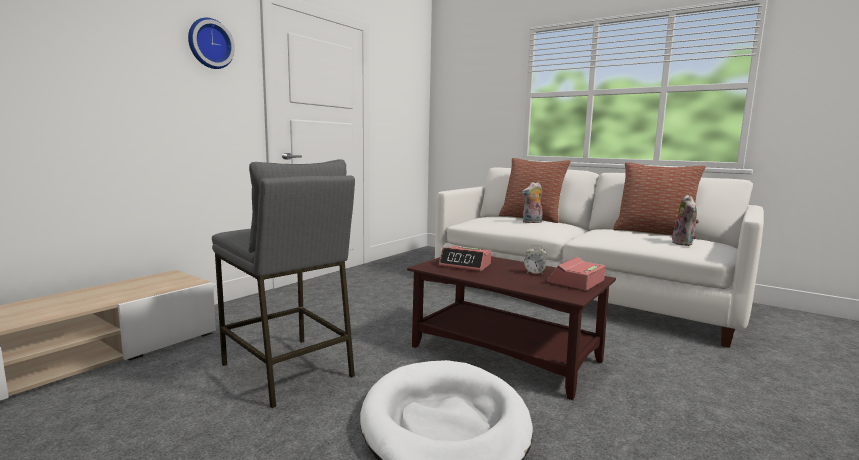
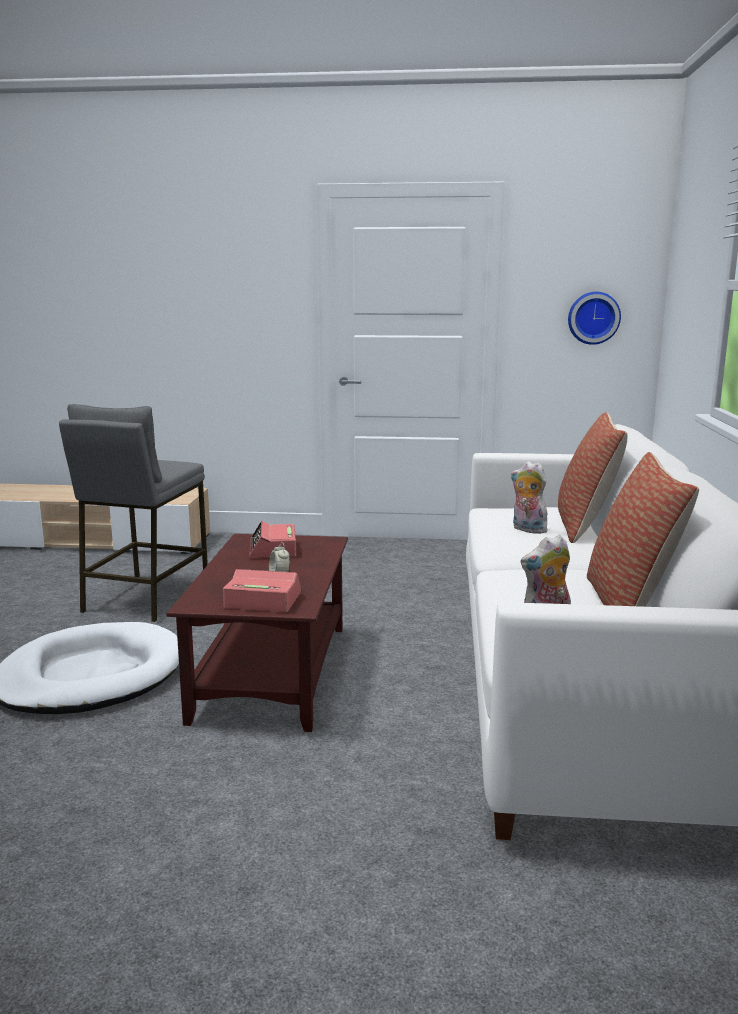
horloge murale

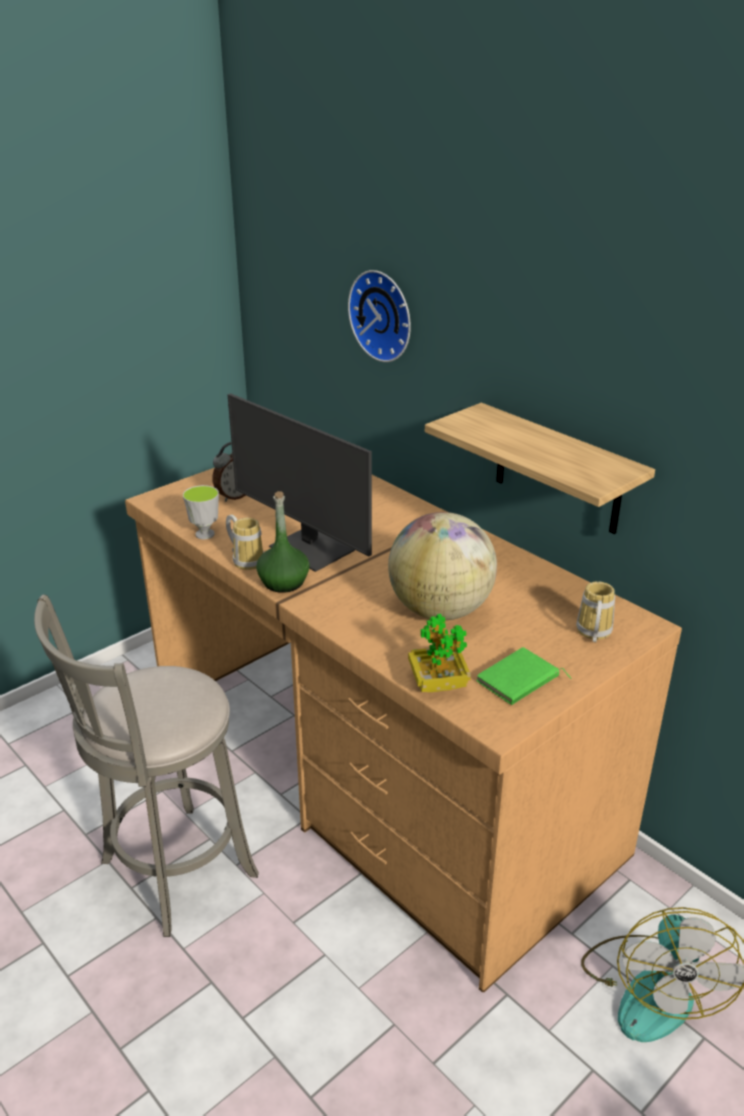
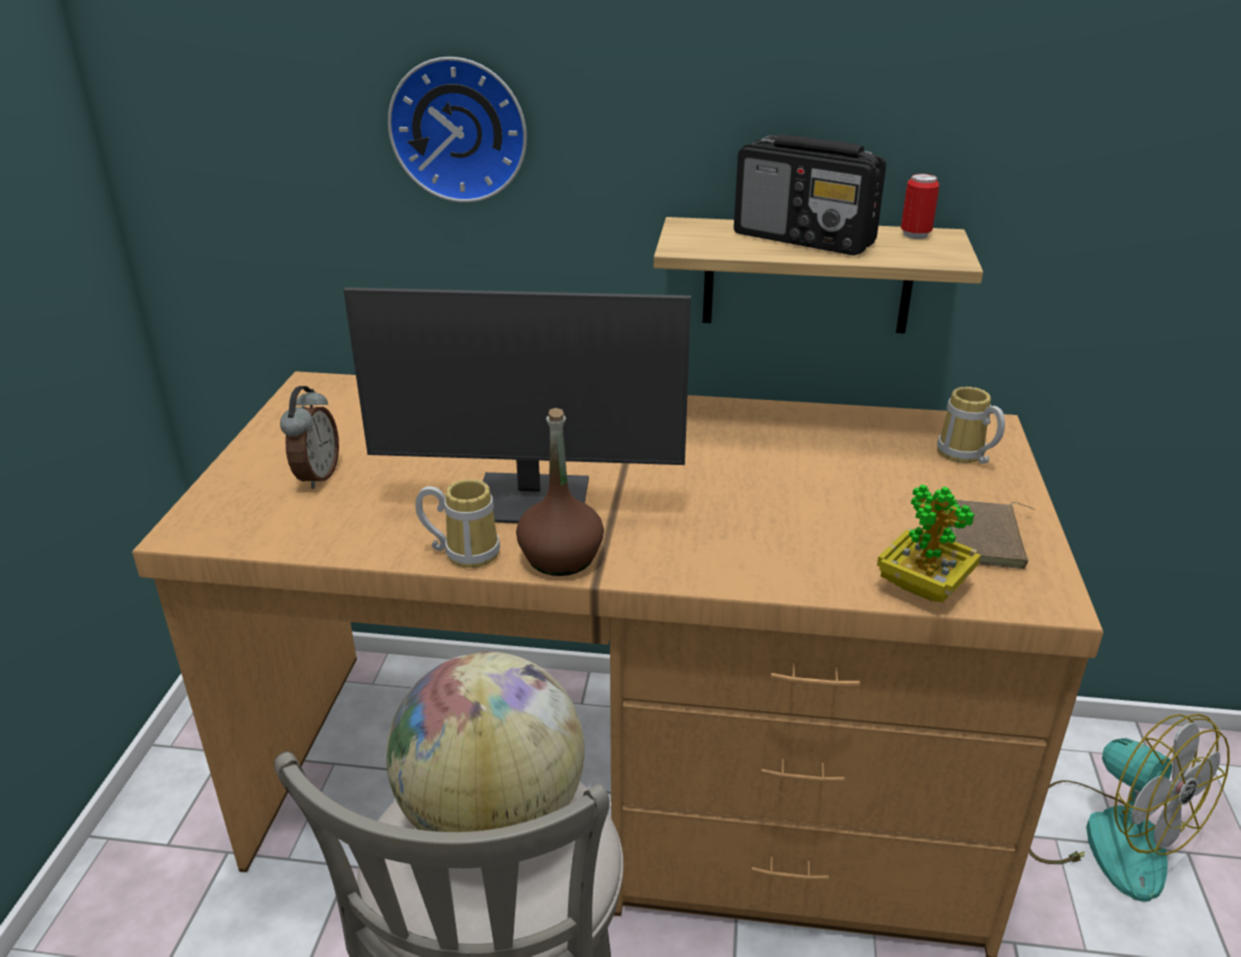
tasse
radio
boîte métallique
globe
bouteille [marron]
livre [marron]

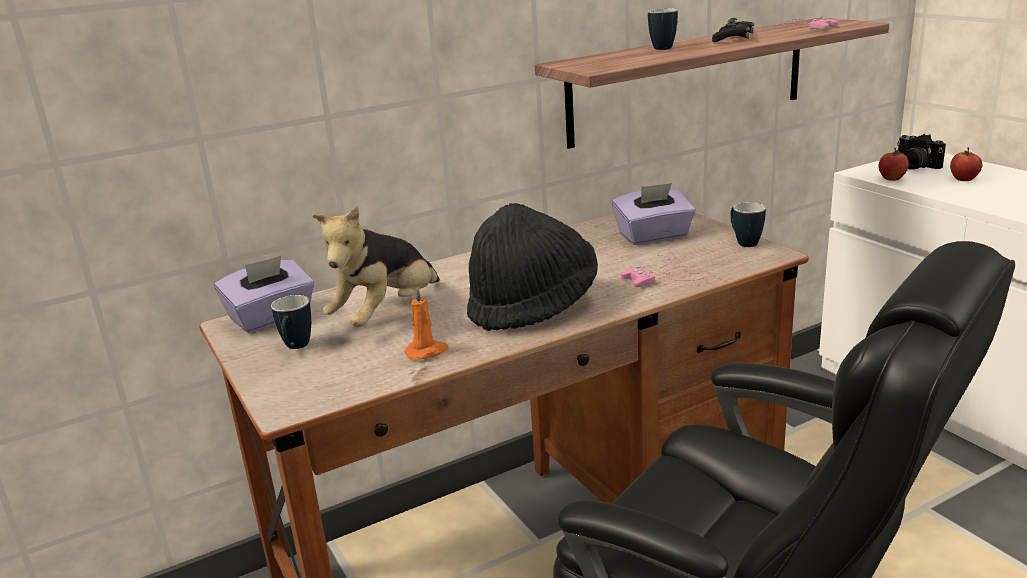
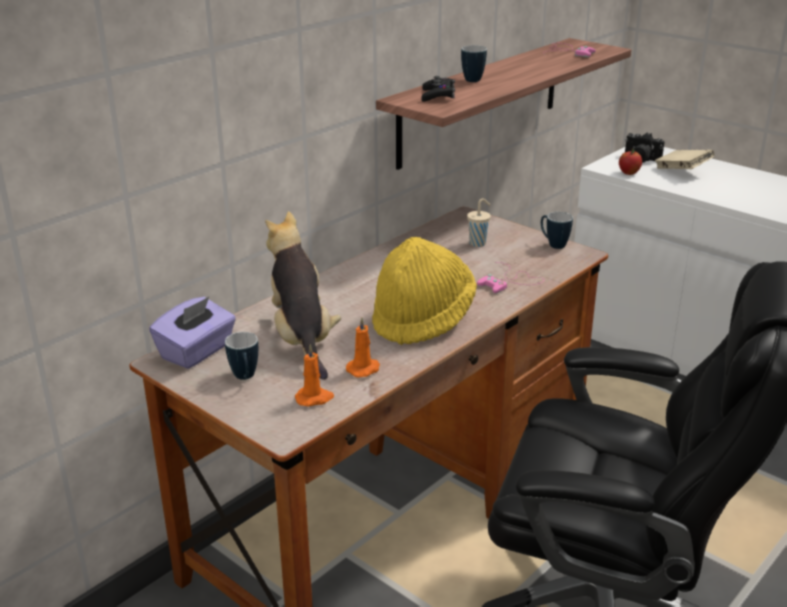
bougie [orange] (no. 1 from left)
manette [noir]
tasse [beige]
livre [beige]
chapeau [jaune]
peluche

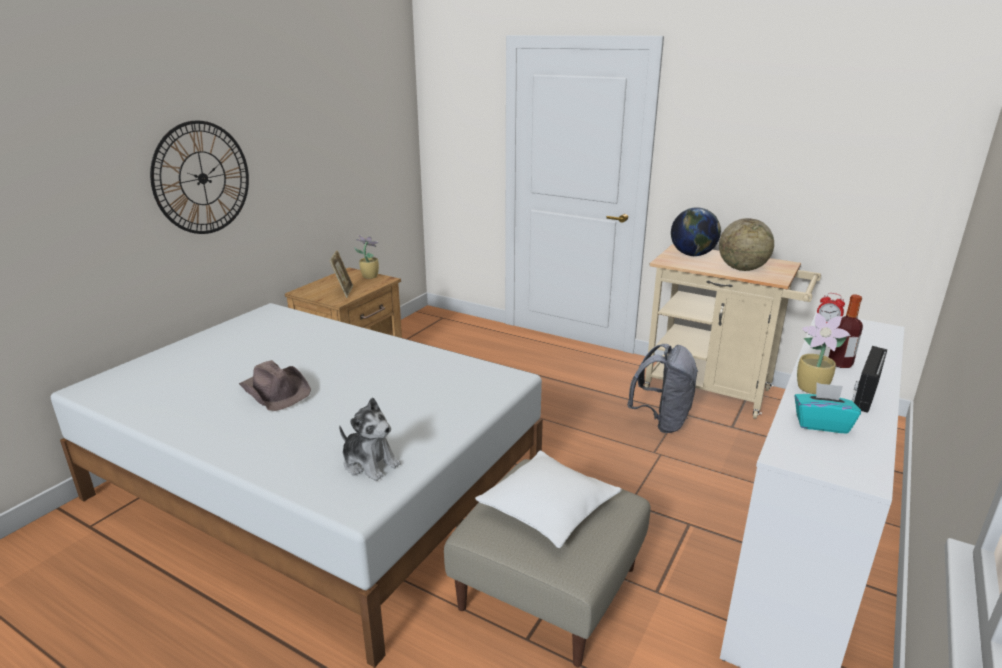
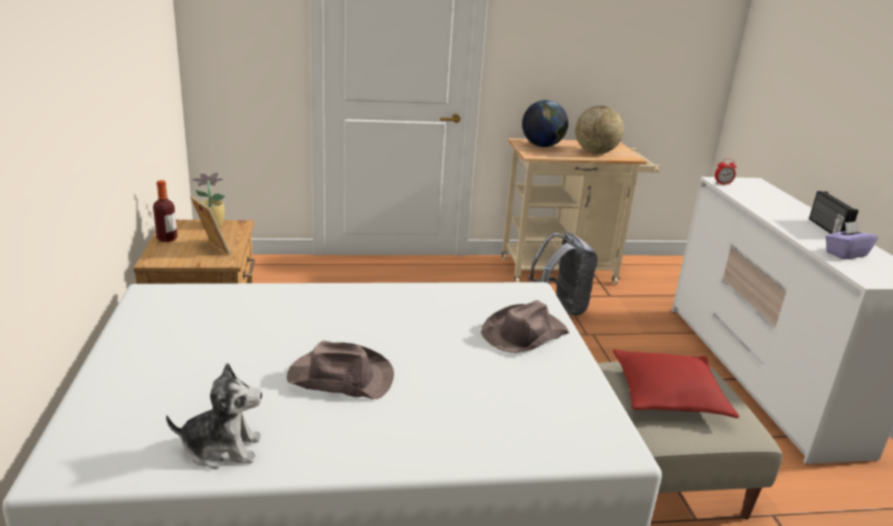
horloge murale
plante en pot (no. 2 from left in the first image)
chapeau [marron] (no. 2 from left)
peluche
bouteille
coussin [rouge]
boîte à mouchoirs [violet]

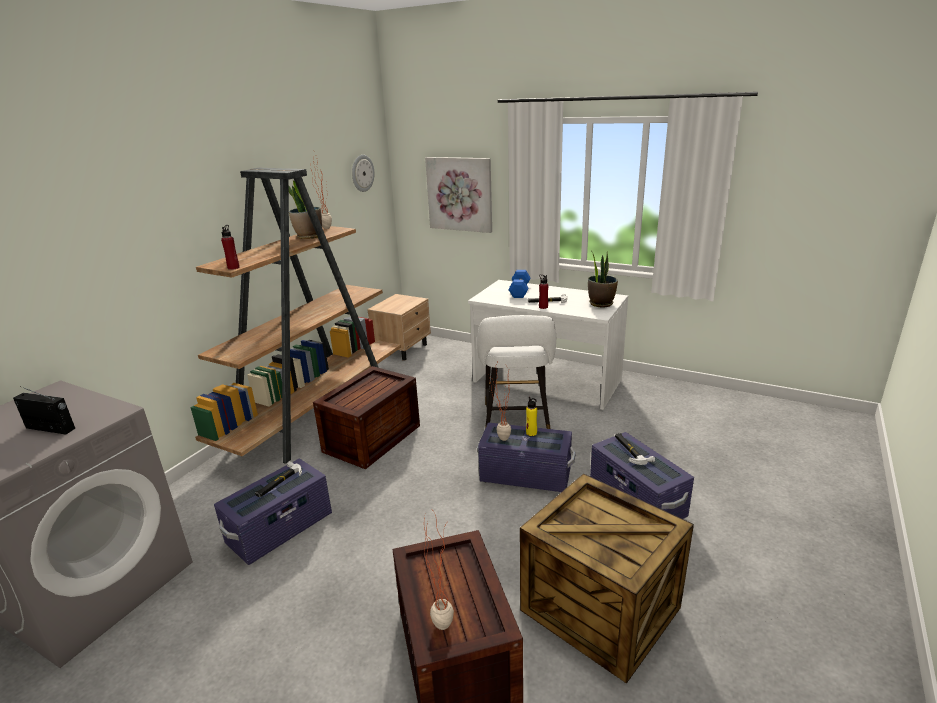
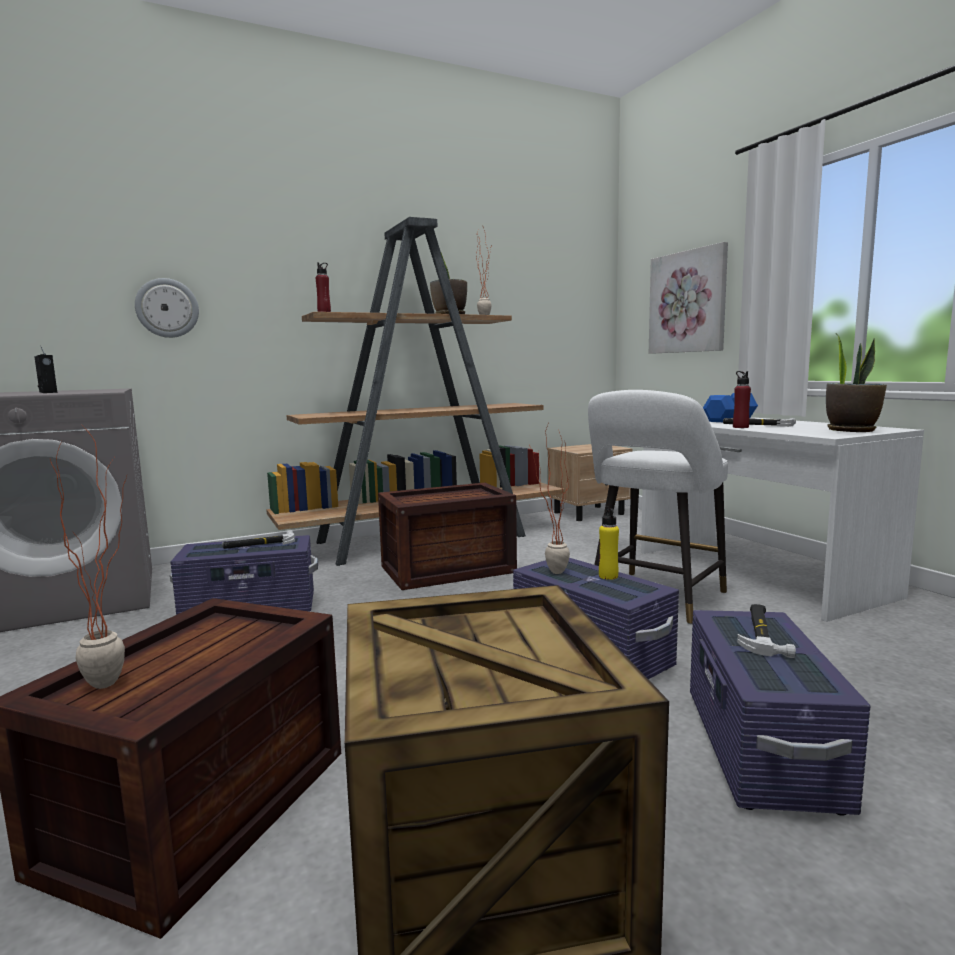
horloge murale

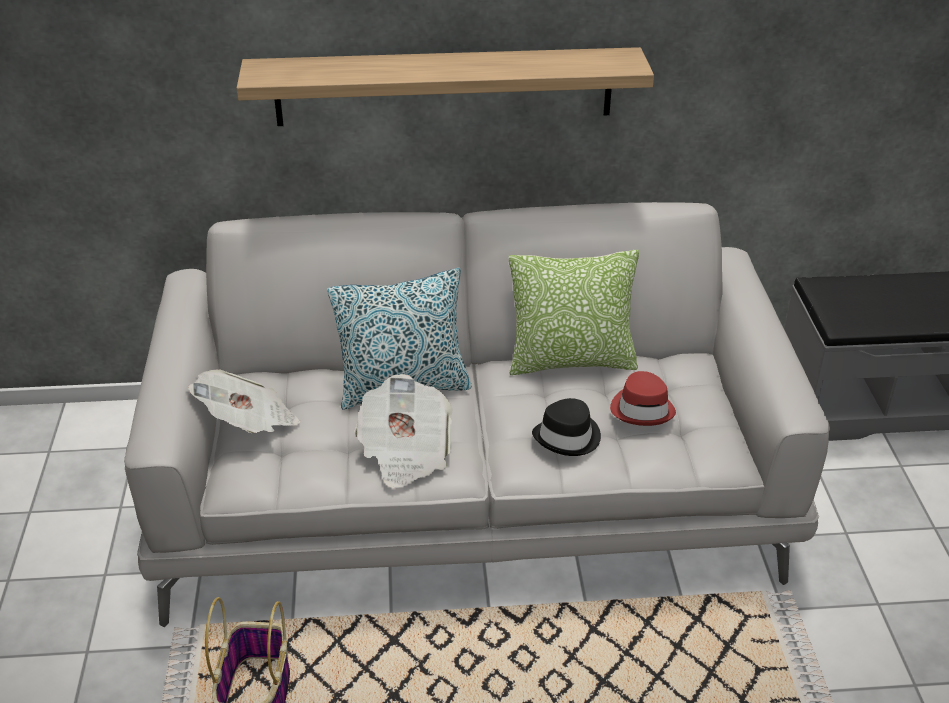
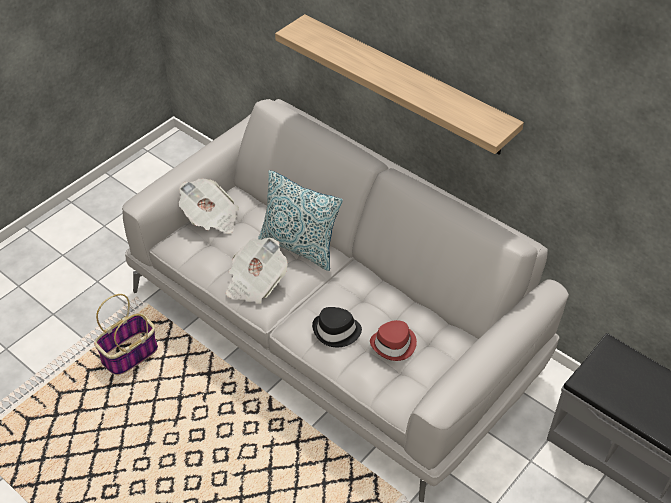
coussin (no. 2 from left in the first image)

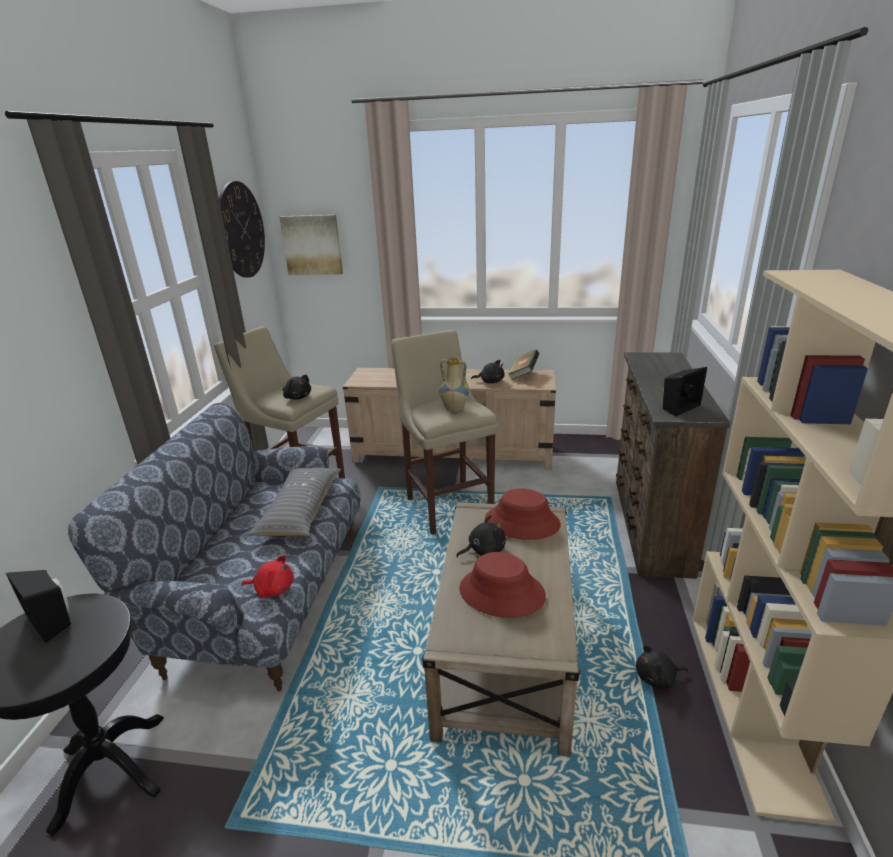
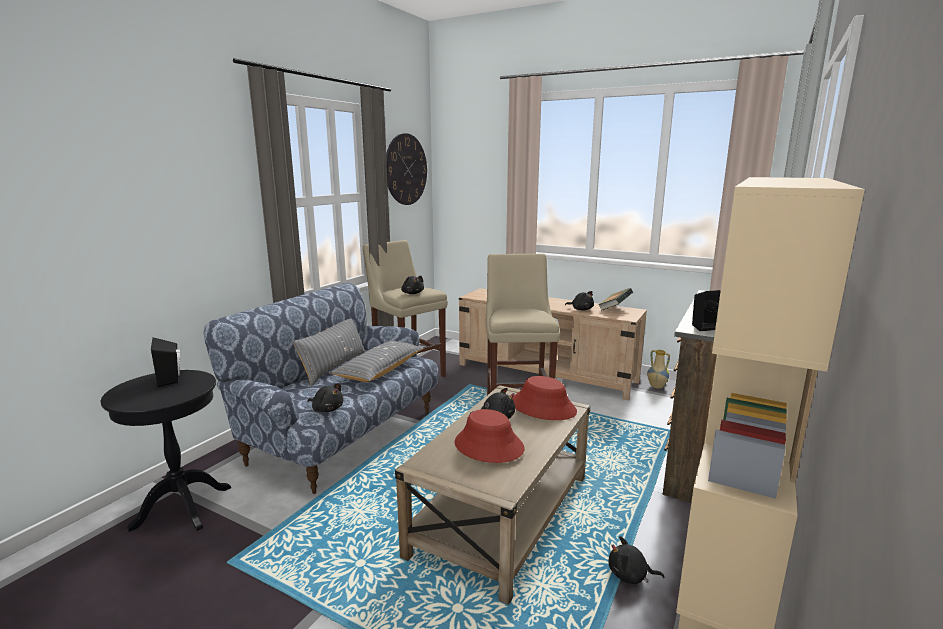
tableau
coussin [gris] (no. 1 from left)
vase
peluche [noir] (no. 1 from left)

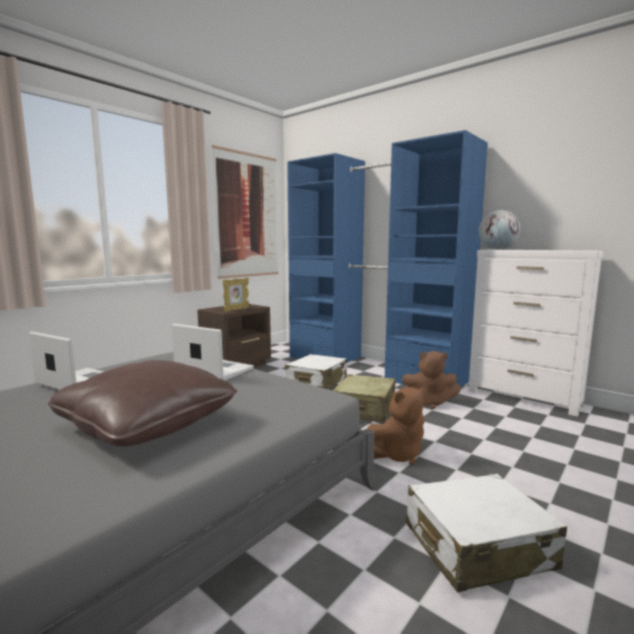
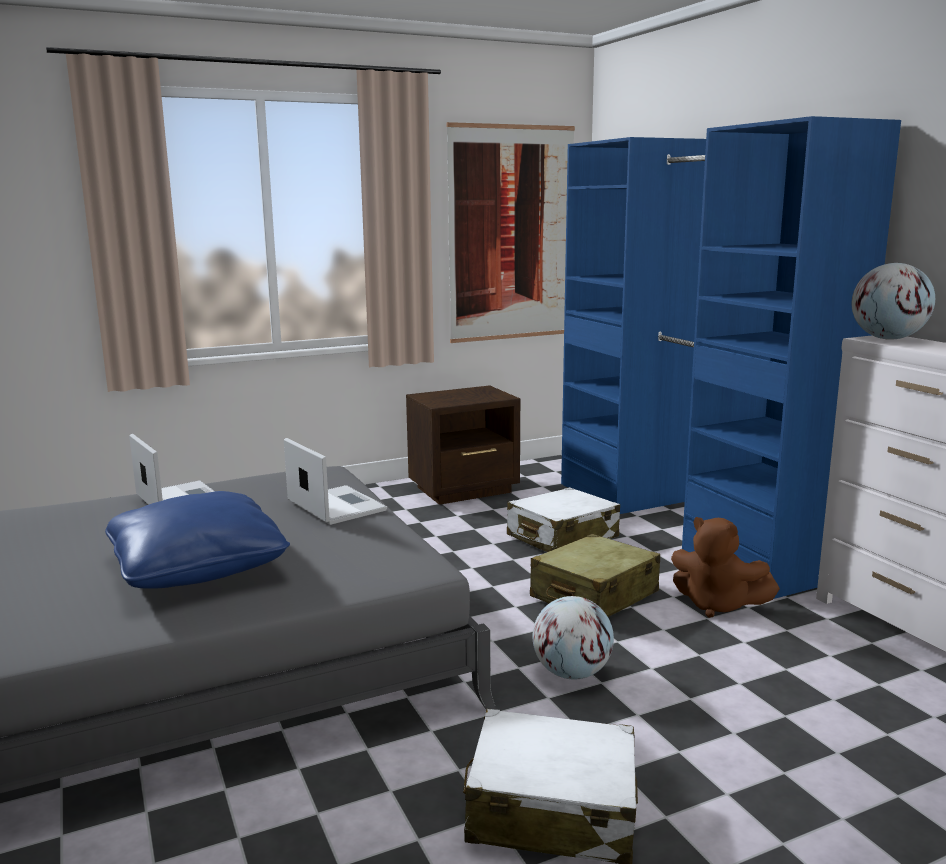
cadre photo
globe (no. 1 from left)
coussin [bleu]

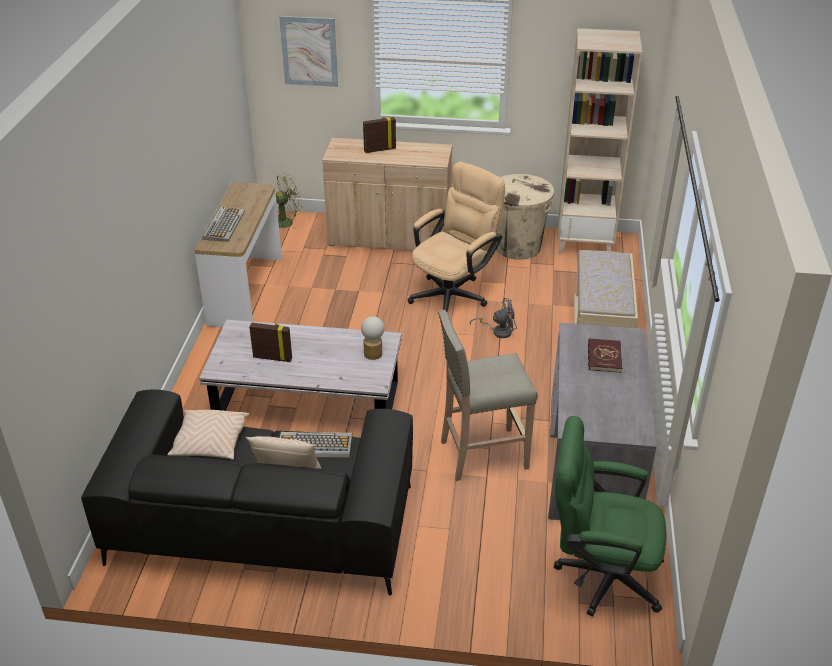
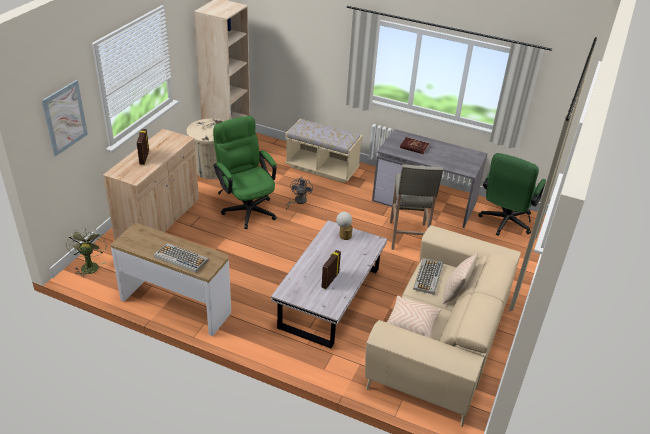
canapé [beige]
chaise de bureau [vert] (no. 1 from left)

